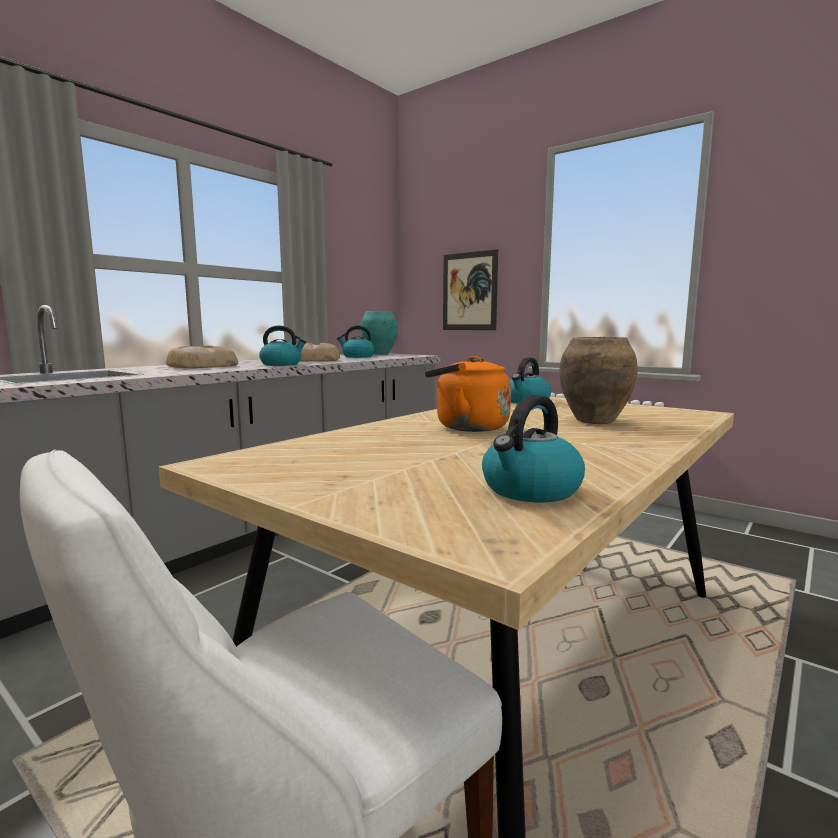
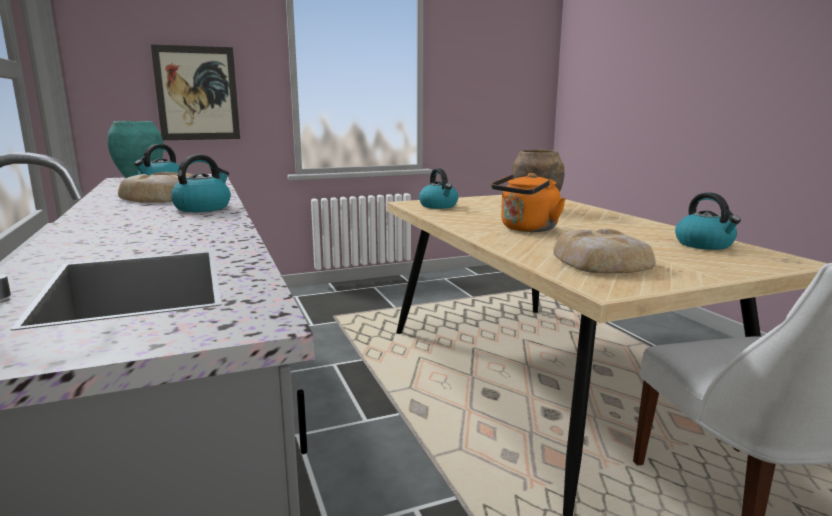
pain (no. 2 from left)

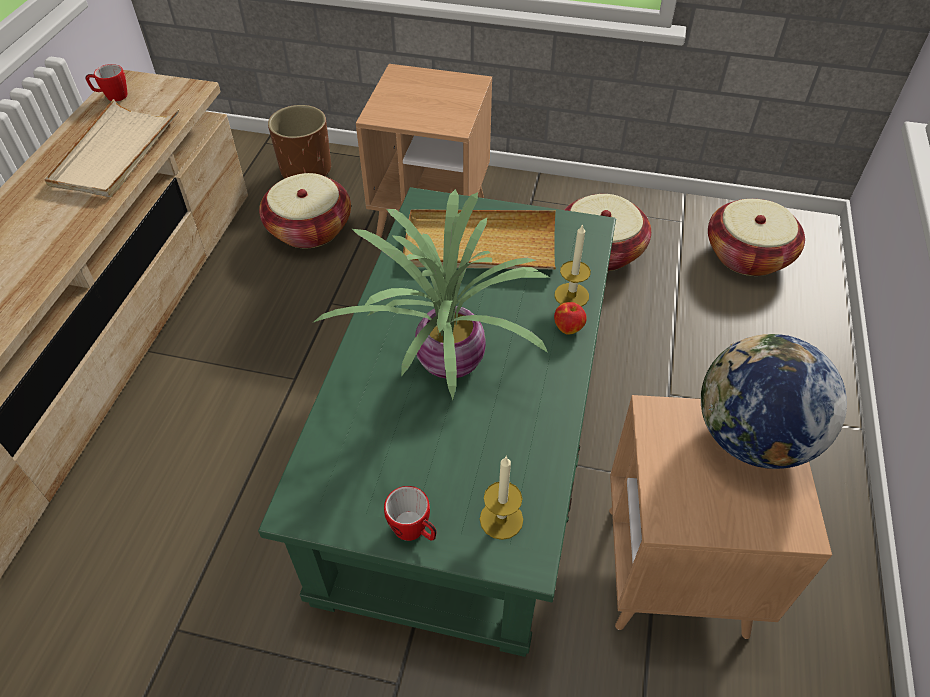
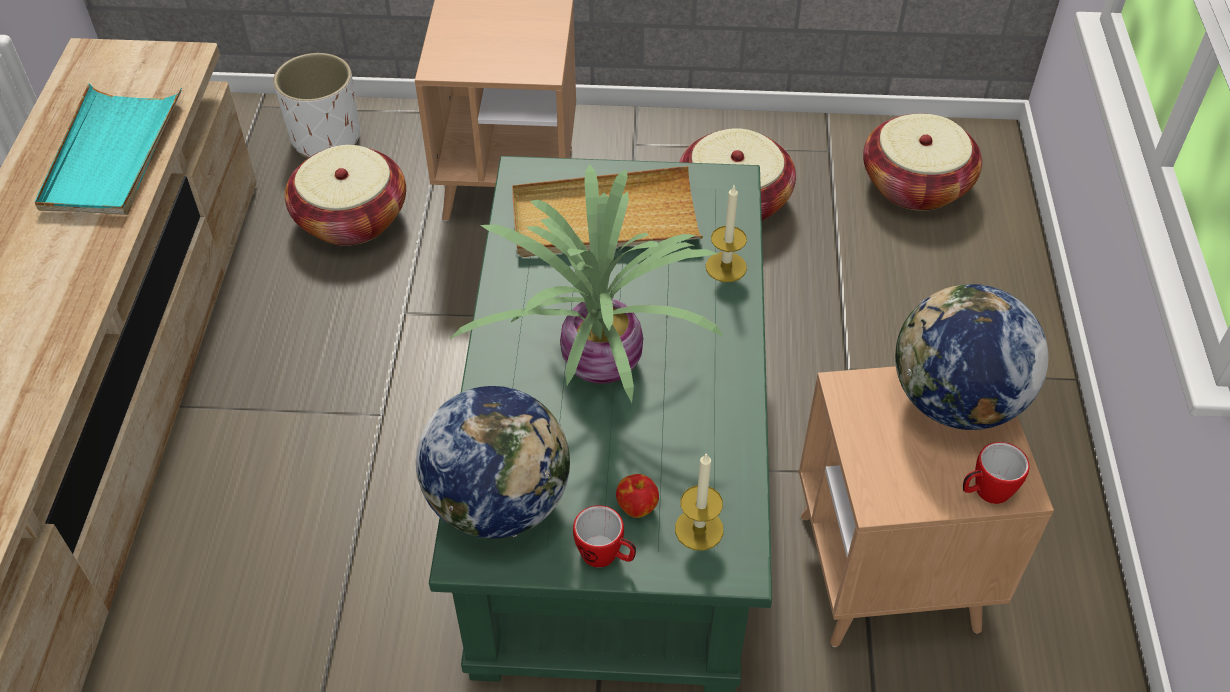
globe (no. 1 from left)
mug (no. 2 from left)
pomme
plateau [turquoise]
cache-pot [blanc]

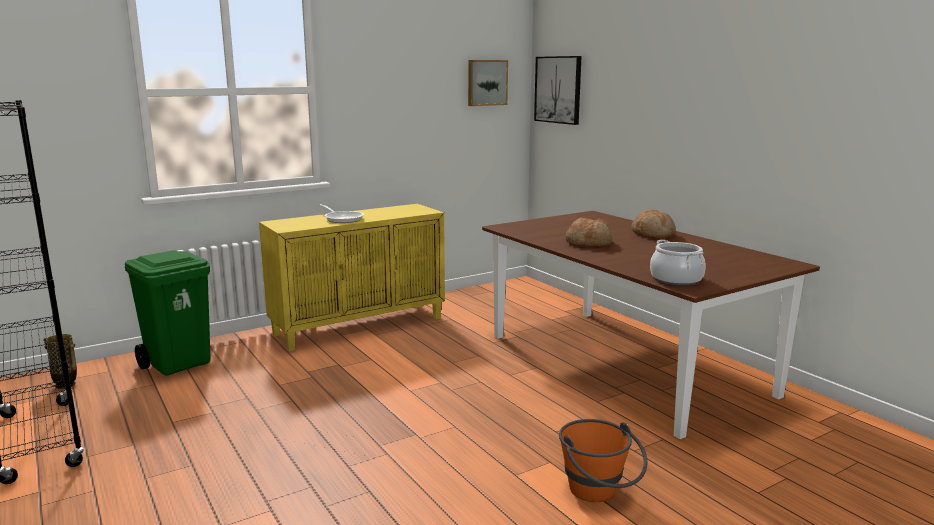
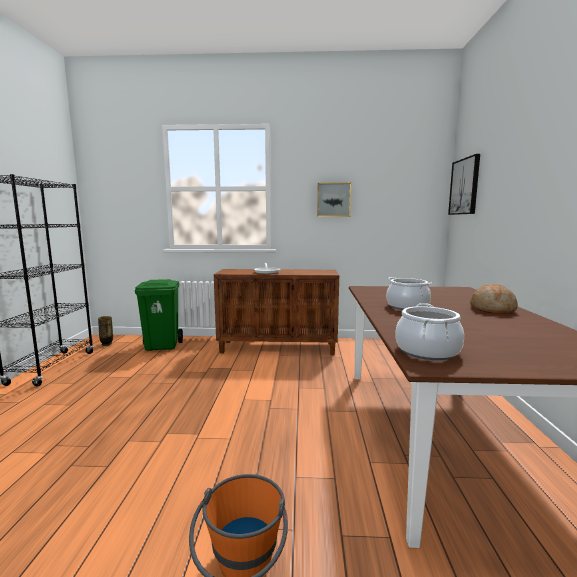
tableau (no. 1 from left)
marmite (no. 1 from left)
meuble de rangement [marron]

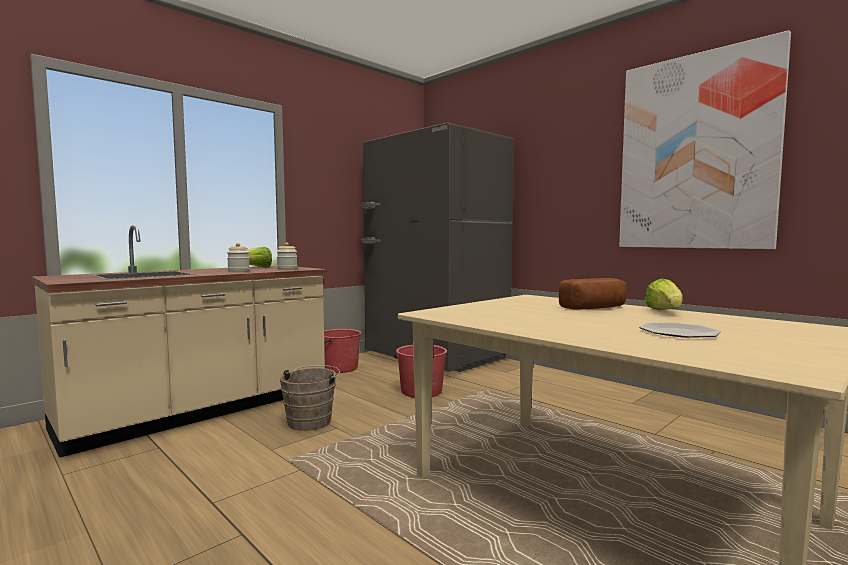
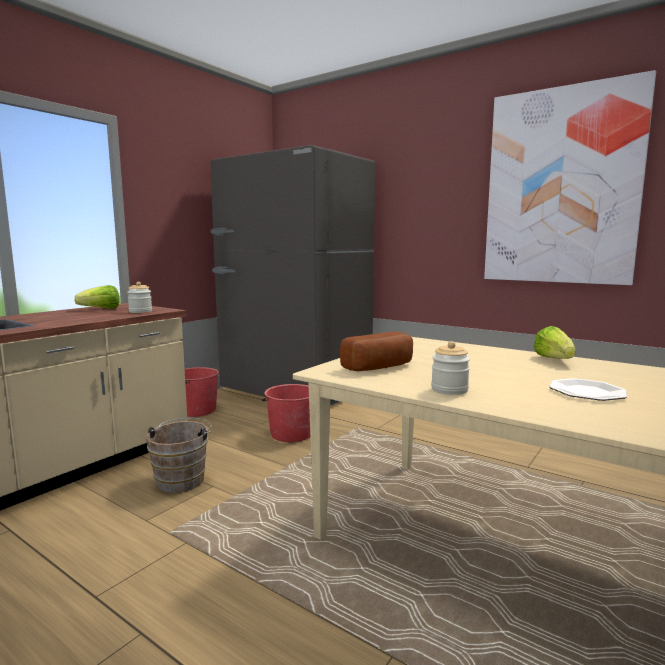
bocal (no. 2 from left)
pain

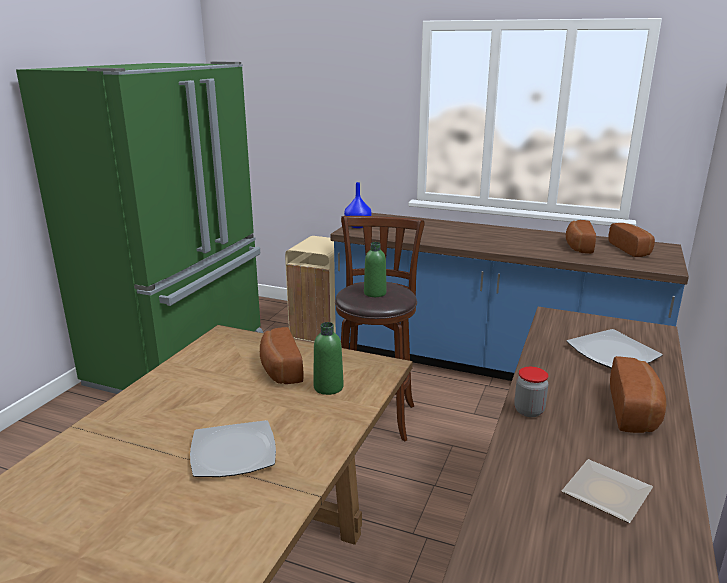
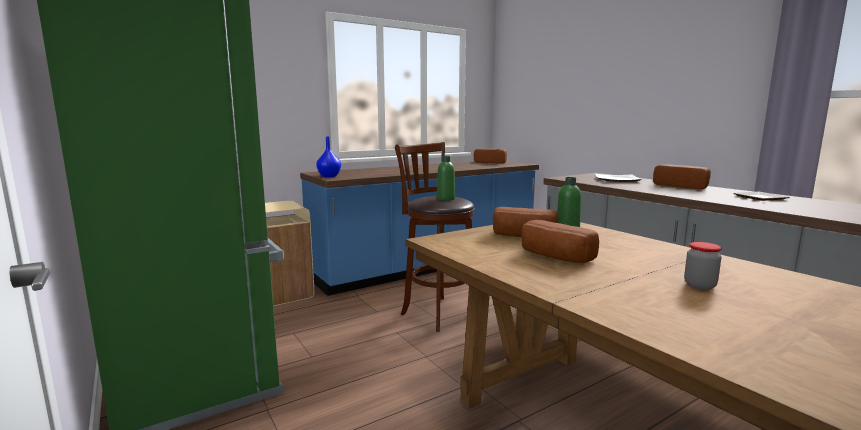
assiette (no. 1 from left in the first image)
bocal
pain (no. 3 from left)

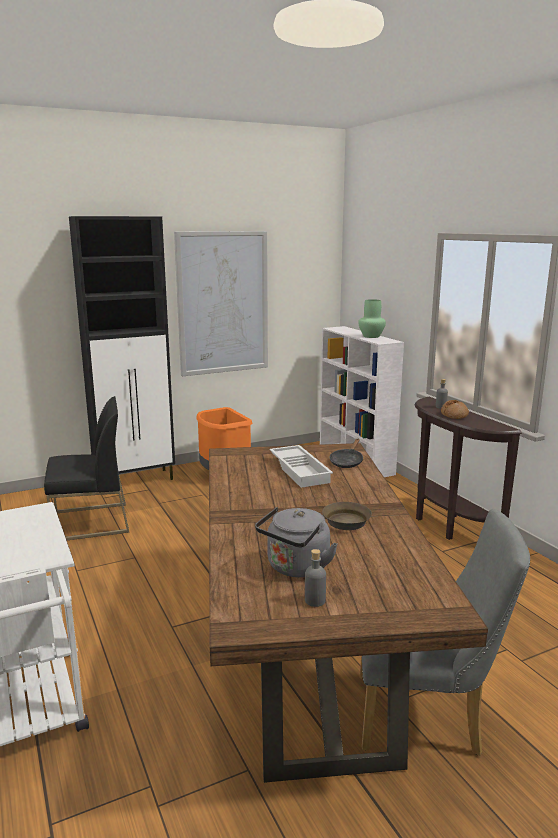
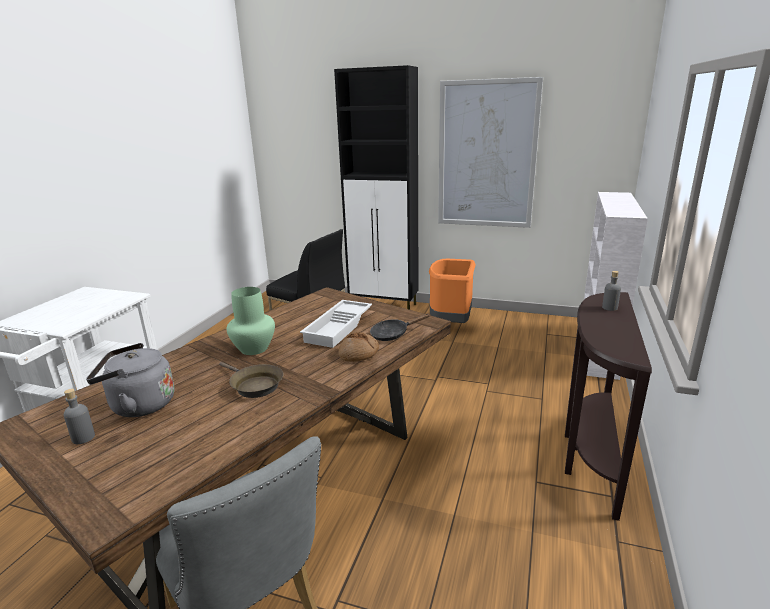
vase [vert]
pain

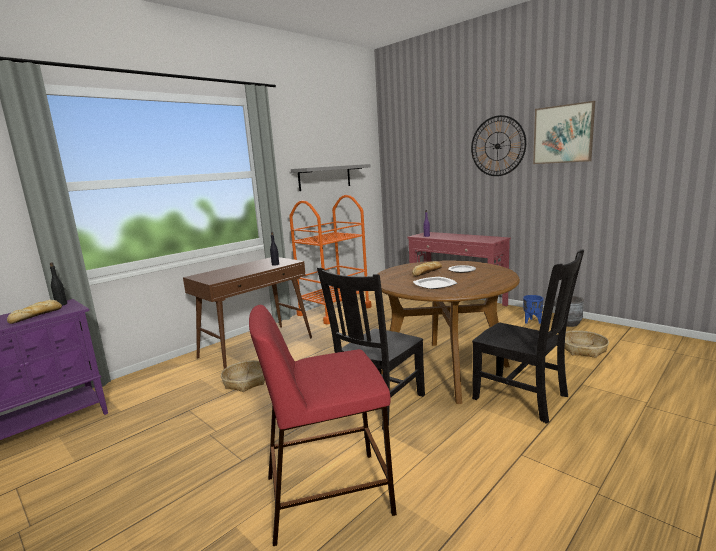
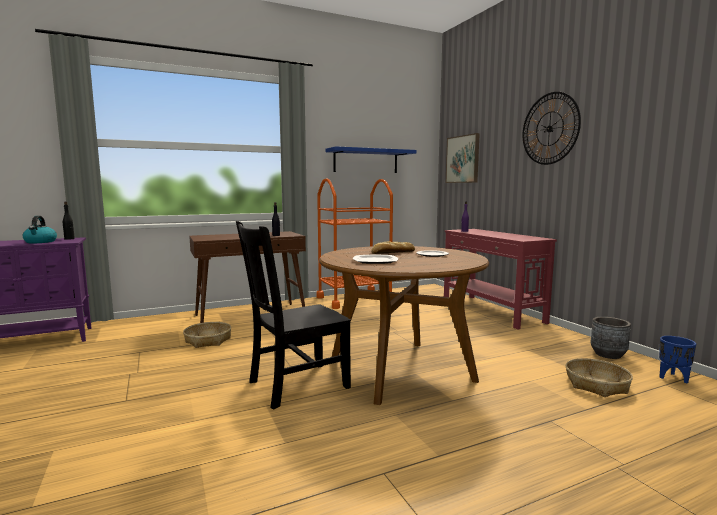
tabouret [rouge]
chaise [noir] (no. 2 from left in the first image)
cache-pot [bleu]
tableau
bouilloire
étagère [bleu]

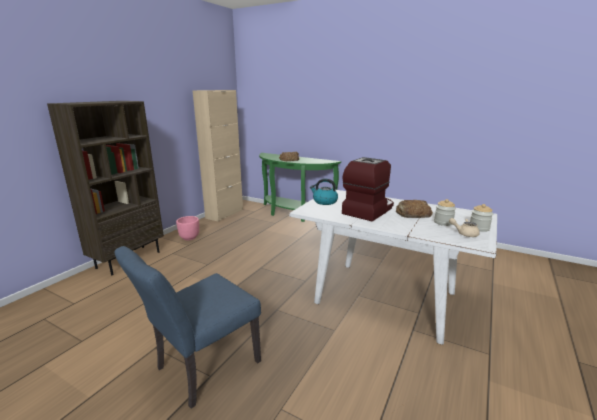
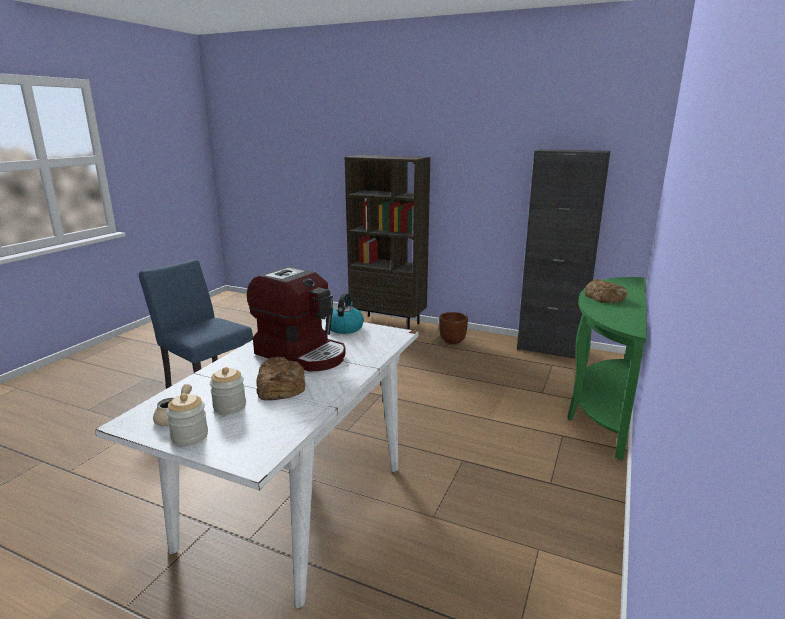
cache-pot [marron]
meuble de rangement [noir]

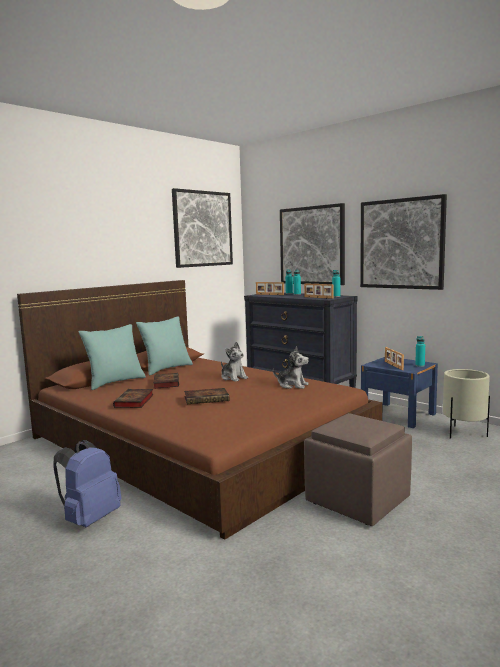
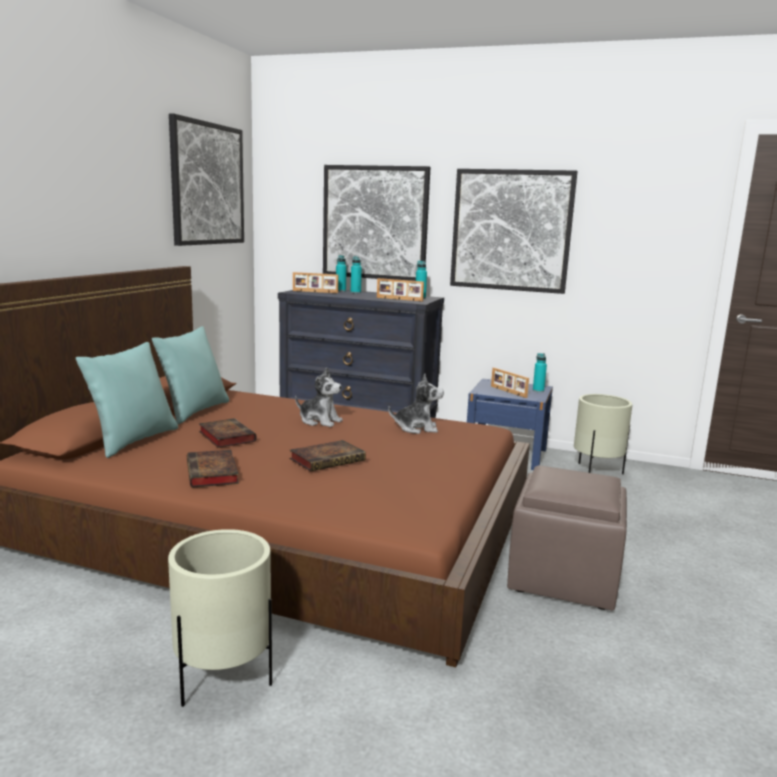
cache-pot [beige] (no. 1 from left)

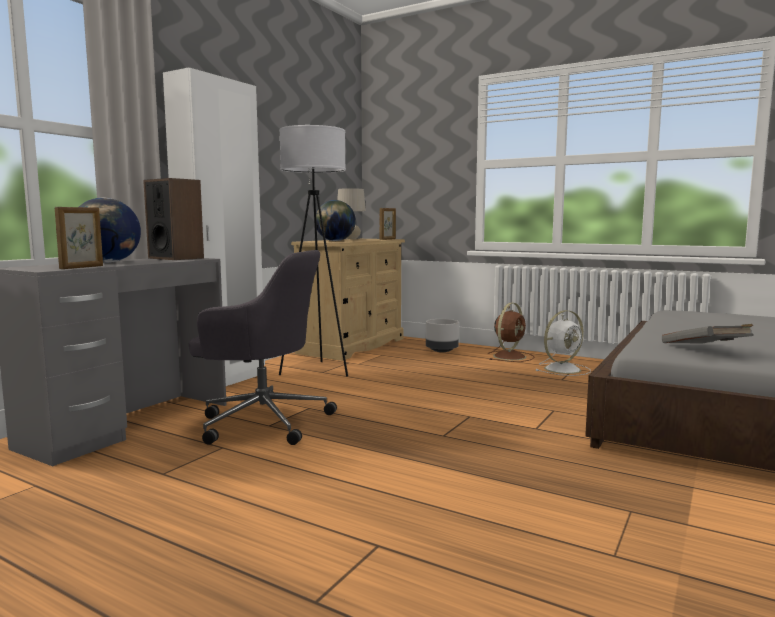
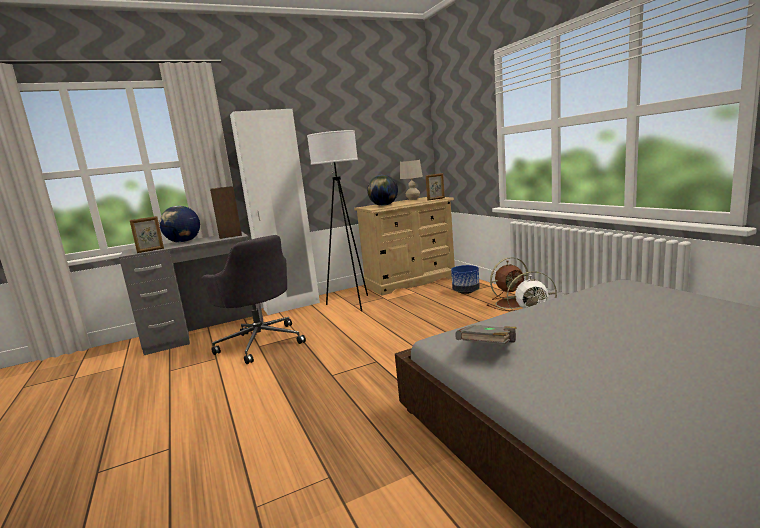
cache-pot [bleu]

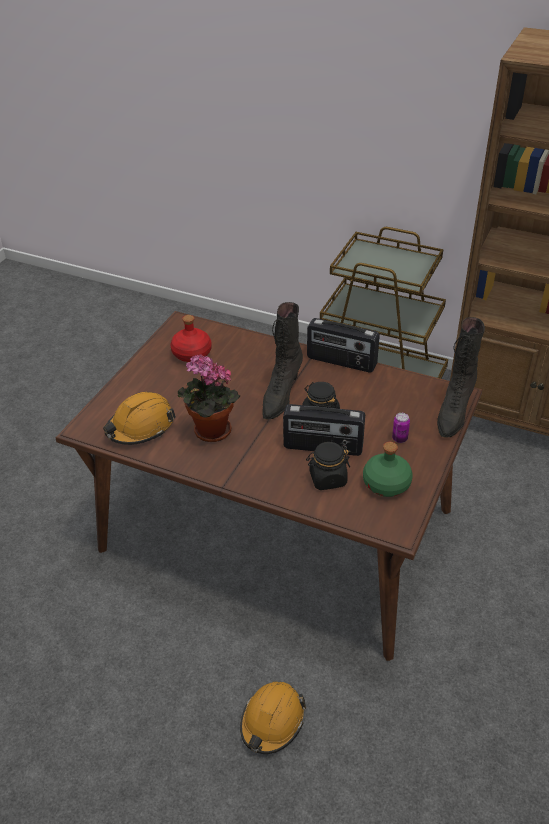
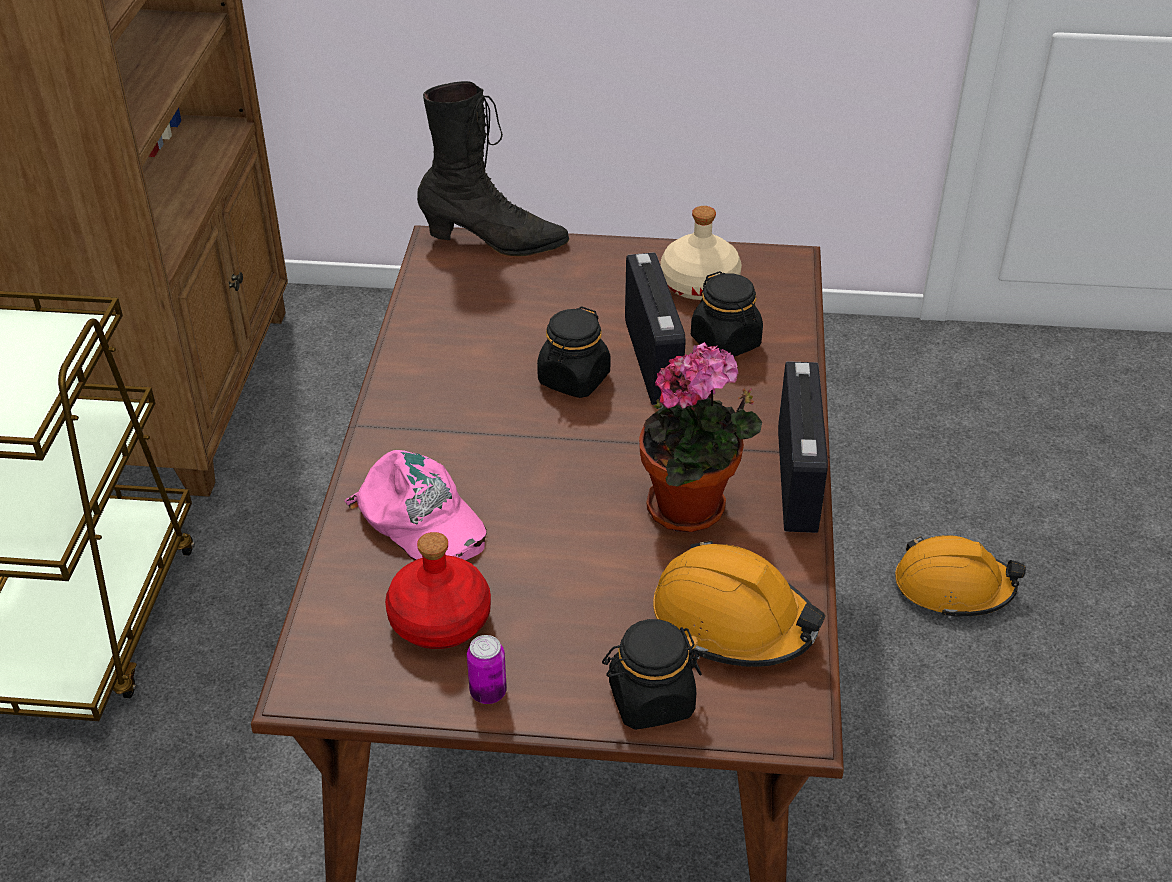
botte [noir] (no. 1 from left in the first image)
casquette [rose]
bocal [noir] (no. 2 from left)
radio (no. 2 from left)
boîte métallique
bouteille [beige]

